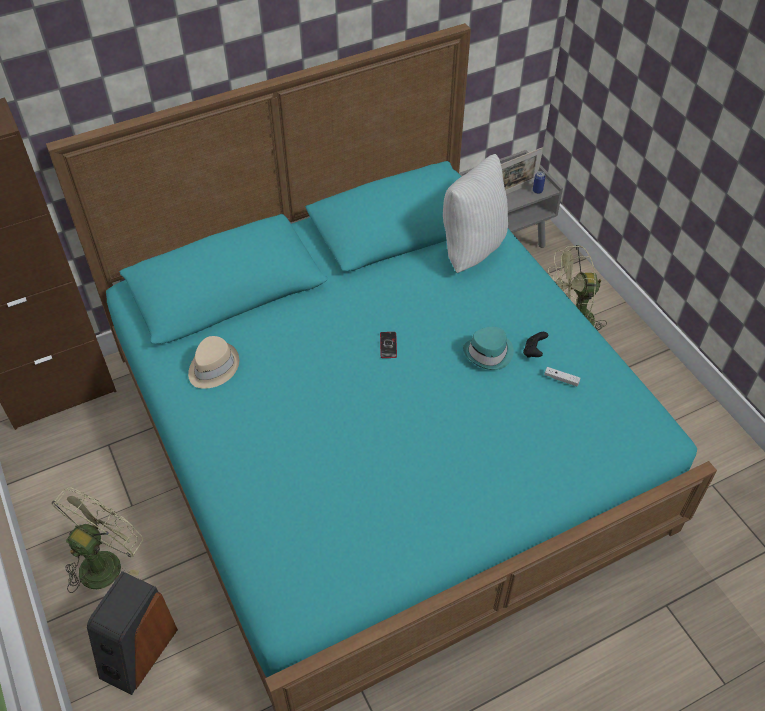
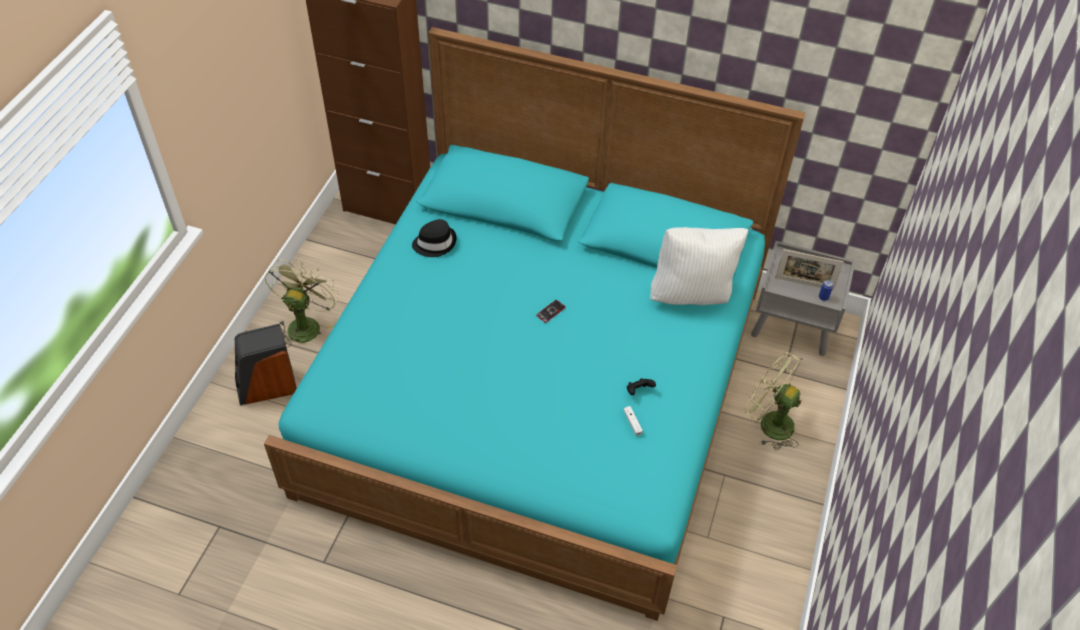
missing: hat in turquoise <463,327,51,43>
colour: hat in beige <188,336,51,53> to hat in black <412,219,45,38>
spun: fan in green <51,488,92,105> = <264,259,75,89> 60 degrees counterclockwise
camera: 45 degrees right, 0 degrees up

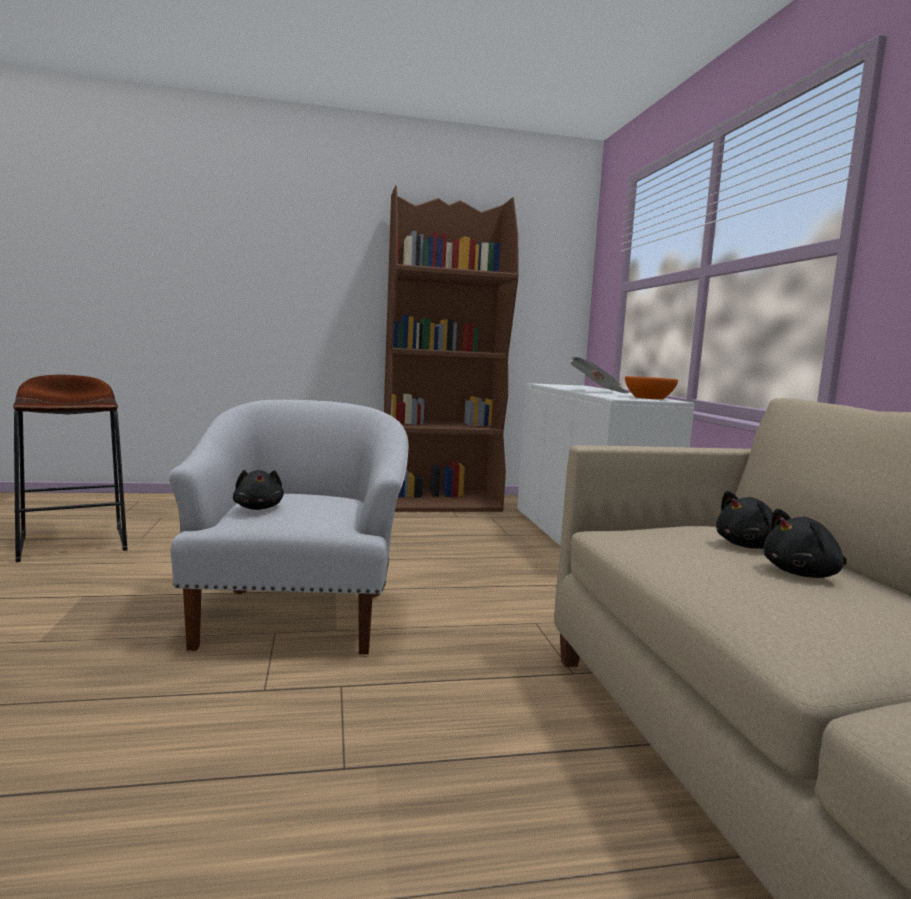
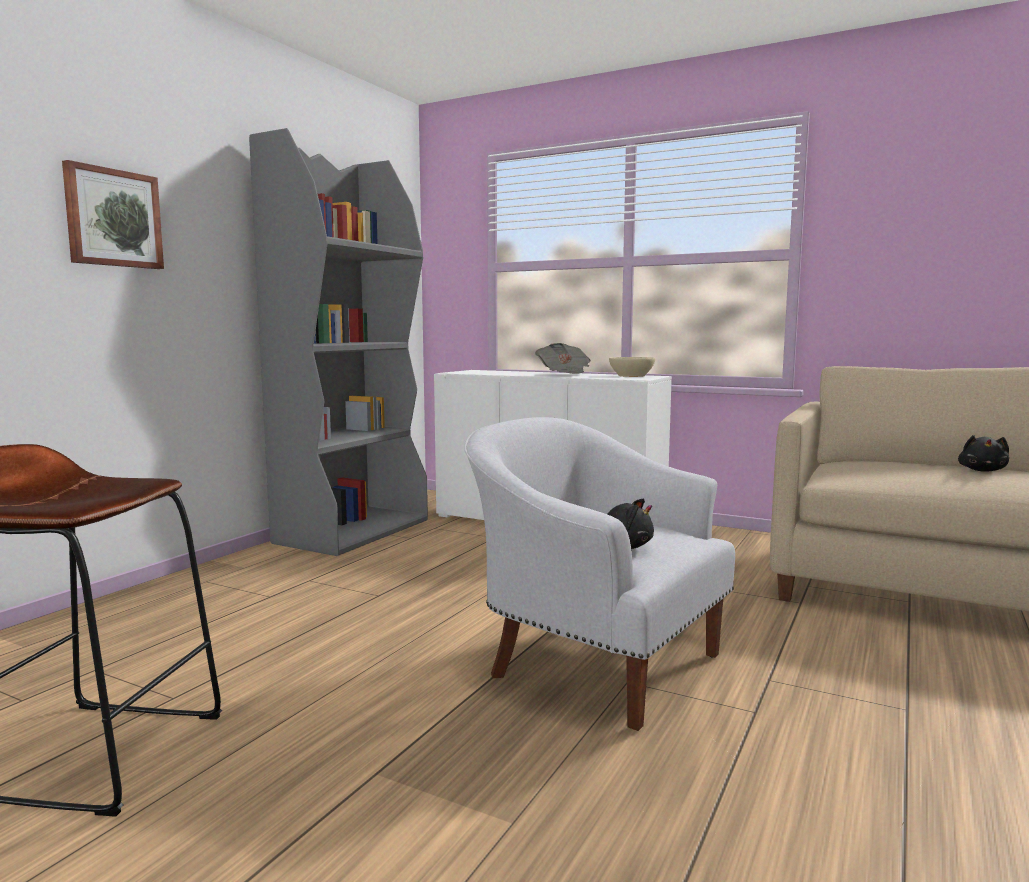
missing: plush toy in black <716,491,57,58>
appeared: picture <62,160,102,109>
colour: bookcase in brown <384,185,135,327> to bookcase in grey <249,128,179,428>; bowl in orange <625,376,53,23> to bowl in beige <609,357,46,20>
camera: 50 degrees left, 0 degrees up

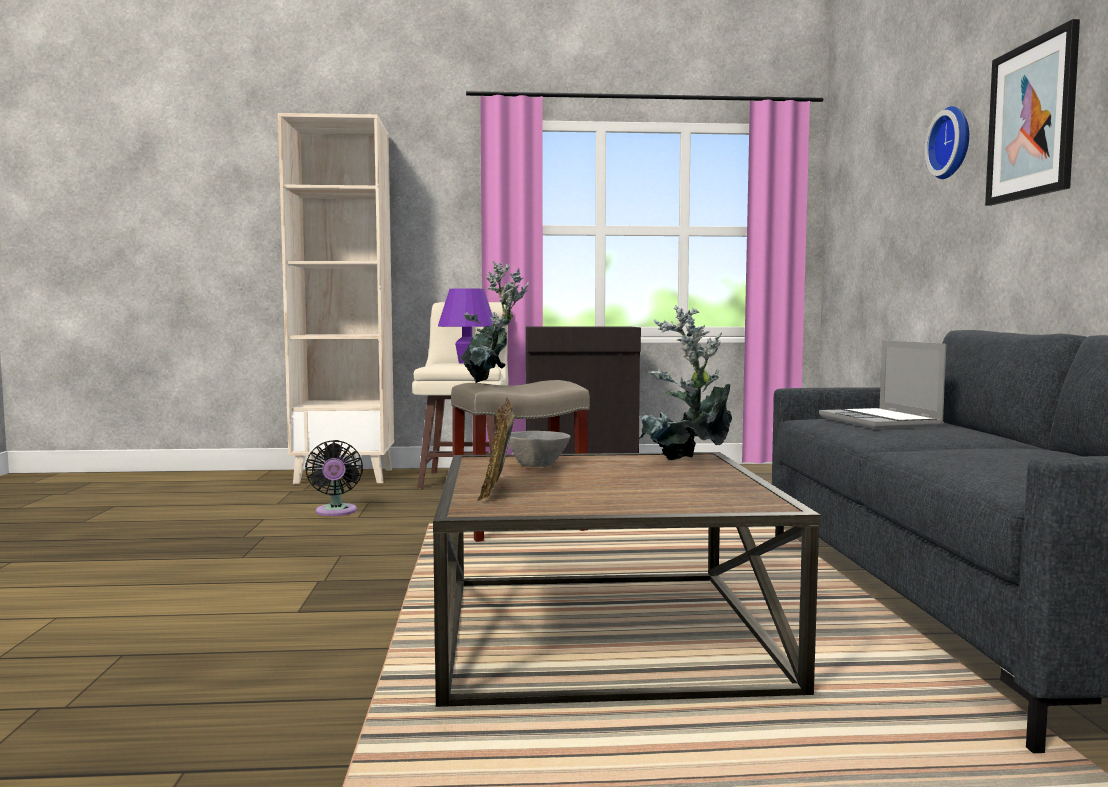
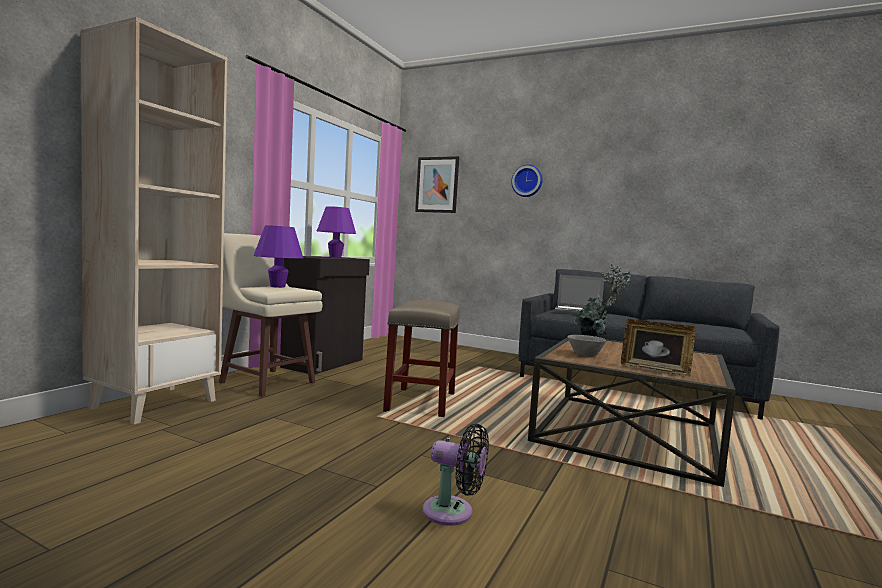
missing: potted plant <459,261,70,122>
appeared: table lamp in purple <317,206,39,51>
relocated: fan in black <305,440,58,76> to <423,424,66,102>; picture <985,19,95,187> to <415,156,44,57>
camera: 60 degrees left, 0 degrees up

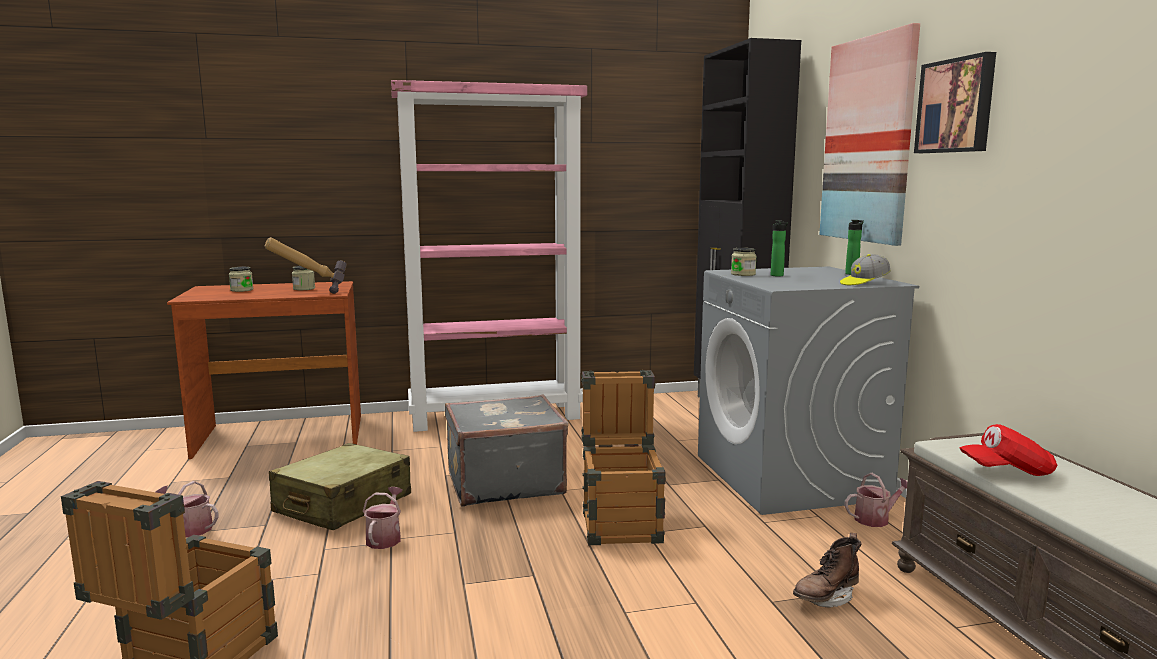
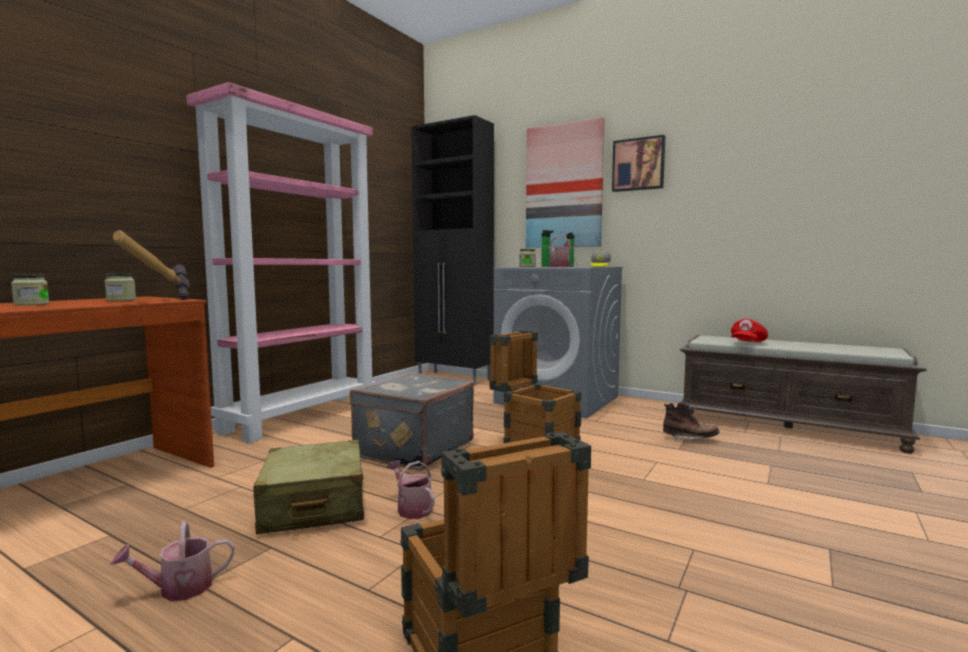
relocated: watering can <845,473,63,54> to <549,236,24,31>
spun: boot in brown <793,533,69,75> = <663,403,56,38> 90 degrees counterclockwise
camera: 45 degrees left, 5 degrees down

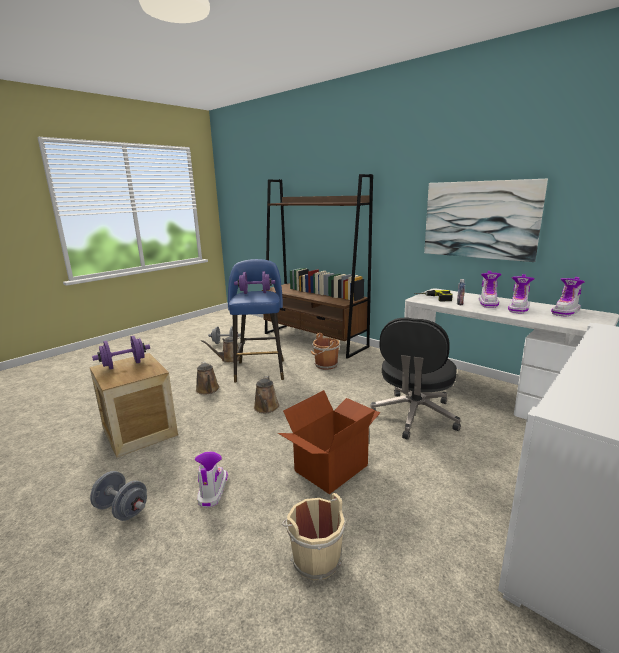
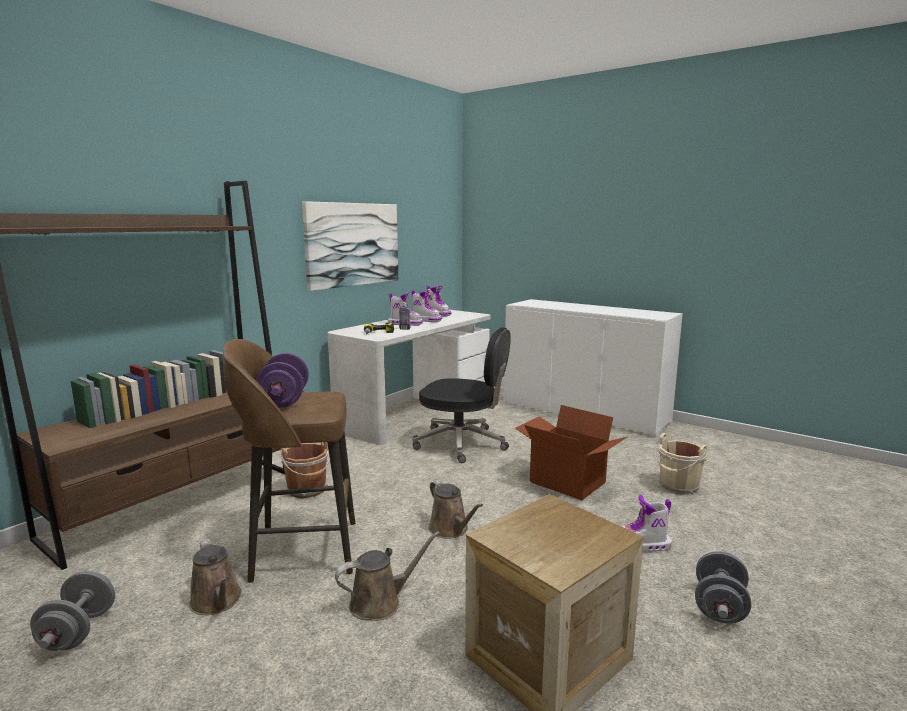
missing: dumbbell in purple <92,336,58,33>
colour: stool in blue <228,259,56,124> to stool in brown <223,339,133,244>
spun: watering can in brown <254,376,25,37> = <429,480,54,59> 60 degrees clockwise
camera: 95 degrees left, 5 degrees down

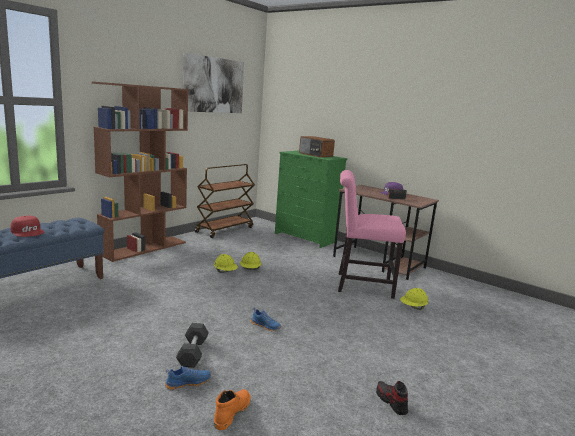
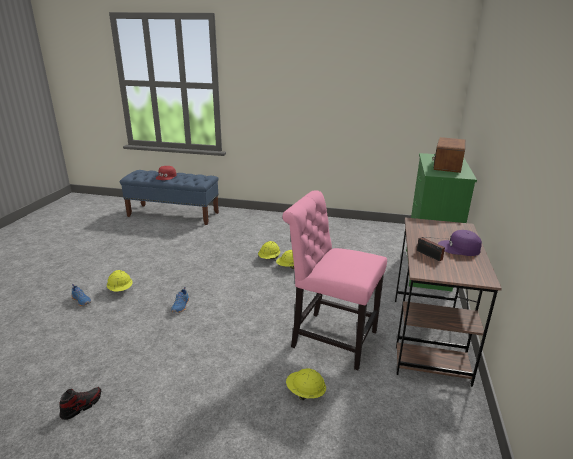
missing: bookcase in brown <92,82,96,180>; picture <183,52,61,61>; cart in brown <195,164,60,74>; boot in orange <214,389,37,41>
exchanged: dumbbell in grey <176,323,33,45> to hard hat in yellow <107,270,26,22>
spun: chair in pink <338,170,68,129> = <282,190,105,180> 45 degrees counterclockwise
camera: 65 degrees right, 10 degrees up

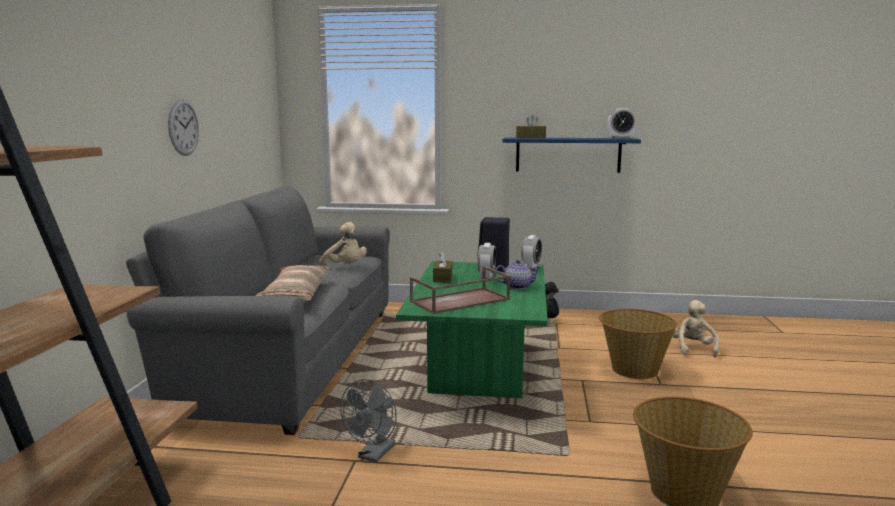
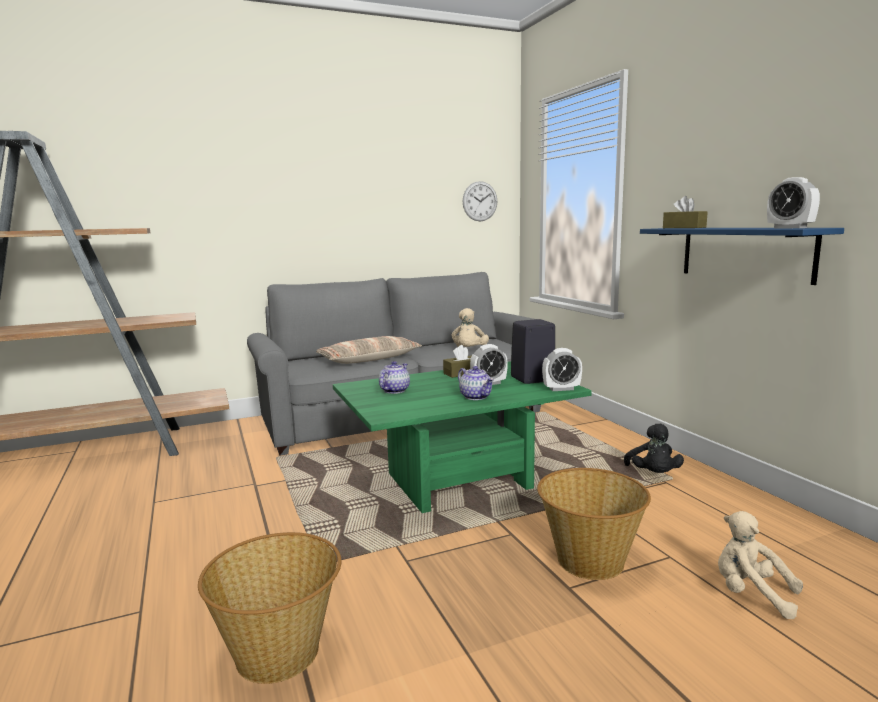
missing: fan in grey <340,379,57,83>
relocated: wall clock <168,99,31,57> to <463,181,34,40>
exchanged: tray in brown <410,266,101,48> to teapot <379,361,31,33>
spun: plush toy in beige <672,300,48,58> = <718,511,85,108> 120 degrees counterclockwise
camera: 60 degrees right, 0 degrees up

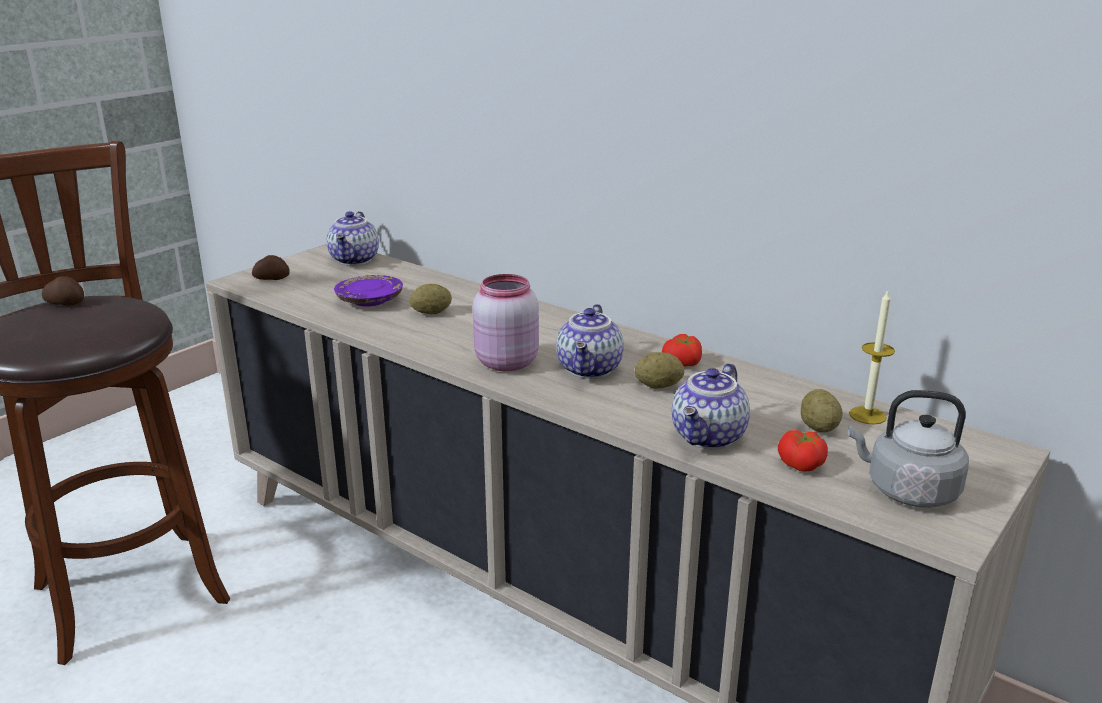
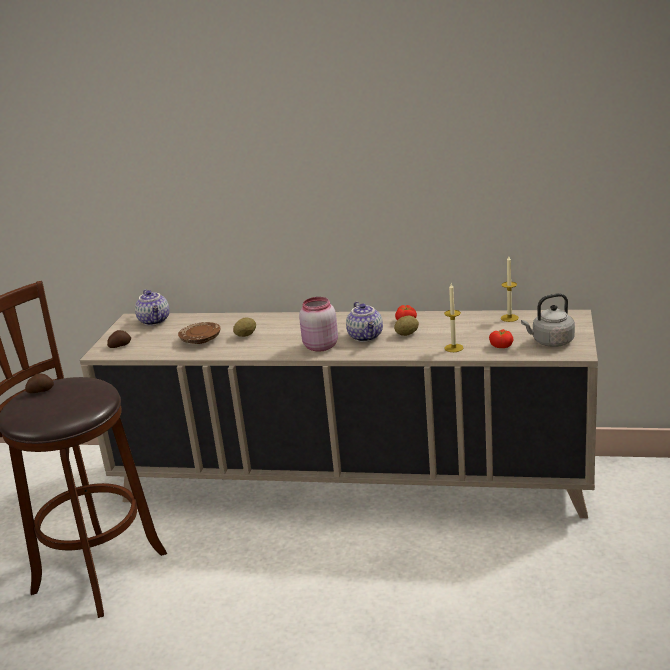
missing: potato <801,389,42,43>
exchanged: teapot <672,363,78,87> to candle <444,284,19,68>
colour: plate in purple <334,275,69,32> to plate in brown <178,322,42,22>
camera: 25 degrees left, 0 degrees up

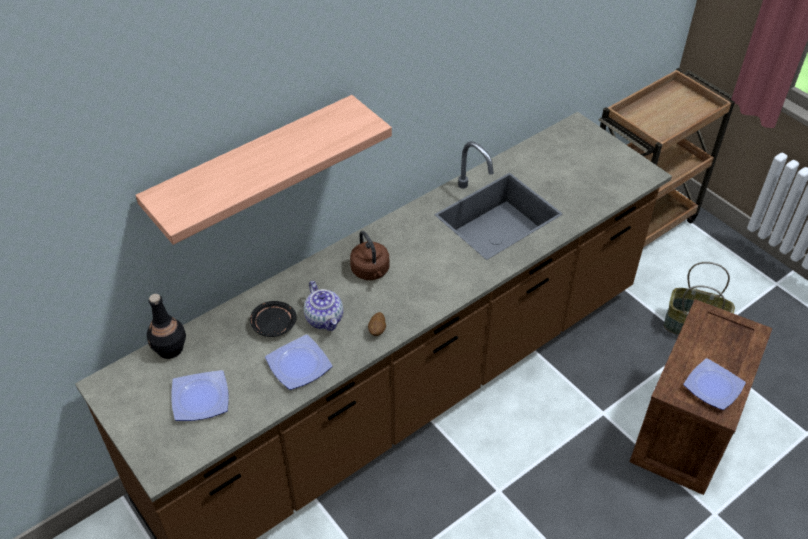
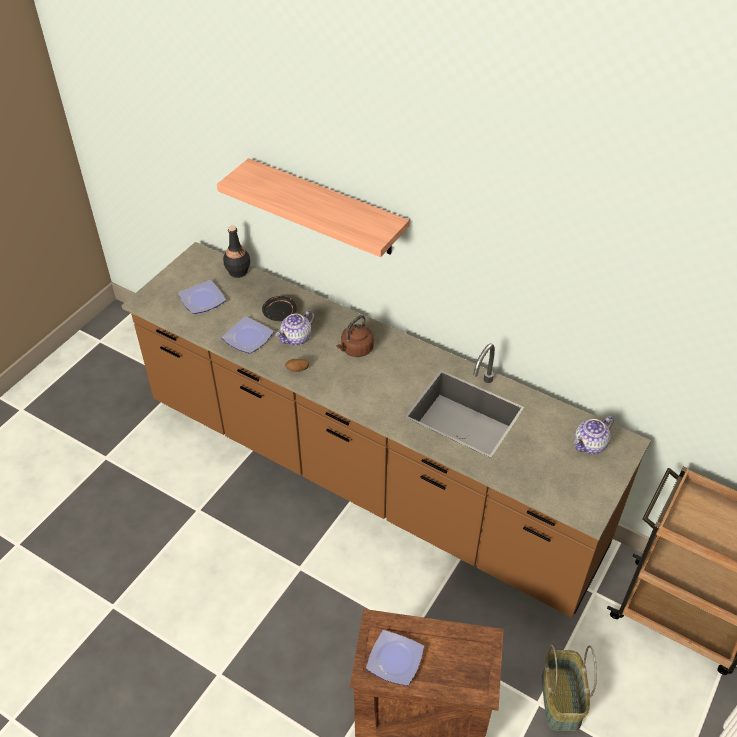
appeared: teapot <573,416,41,38>
camera: 70 degrees right, 0 degrees up

